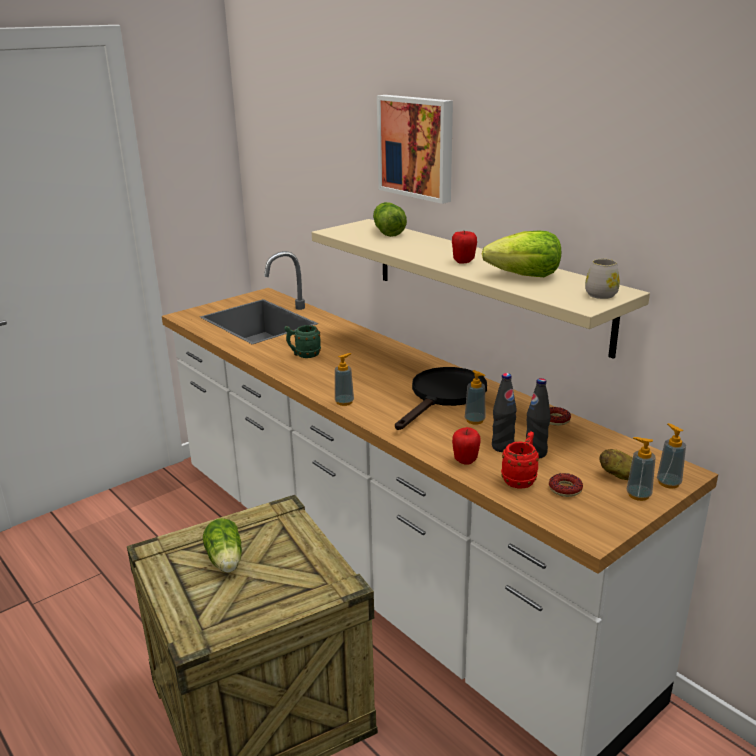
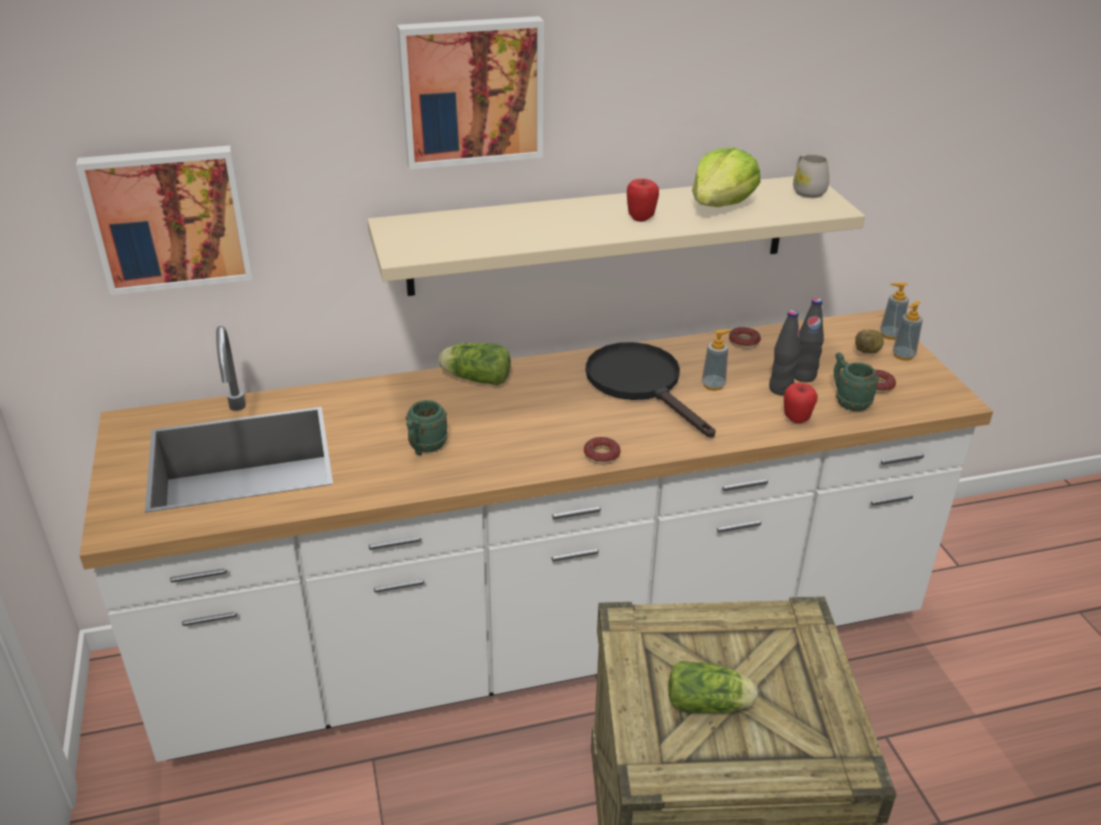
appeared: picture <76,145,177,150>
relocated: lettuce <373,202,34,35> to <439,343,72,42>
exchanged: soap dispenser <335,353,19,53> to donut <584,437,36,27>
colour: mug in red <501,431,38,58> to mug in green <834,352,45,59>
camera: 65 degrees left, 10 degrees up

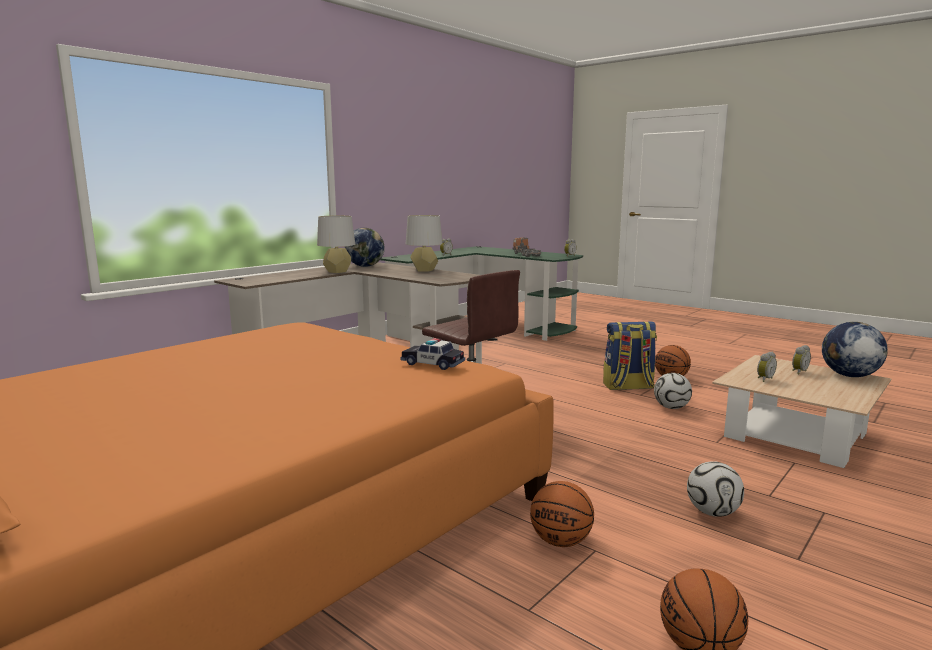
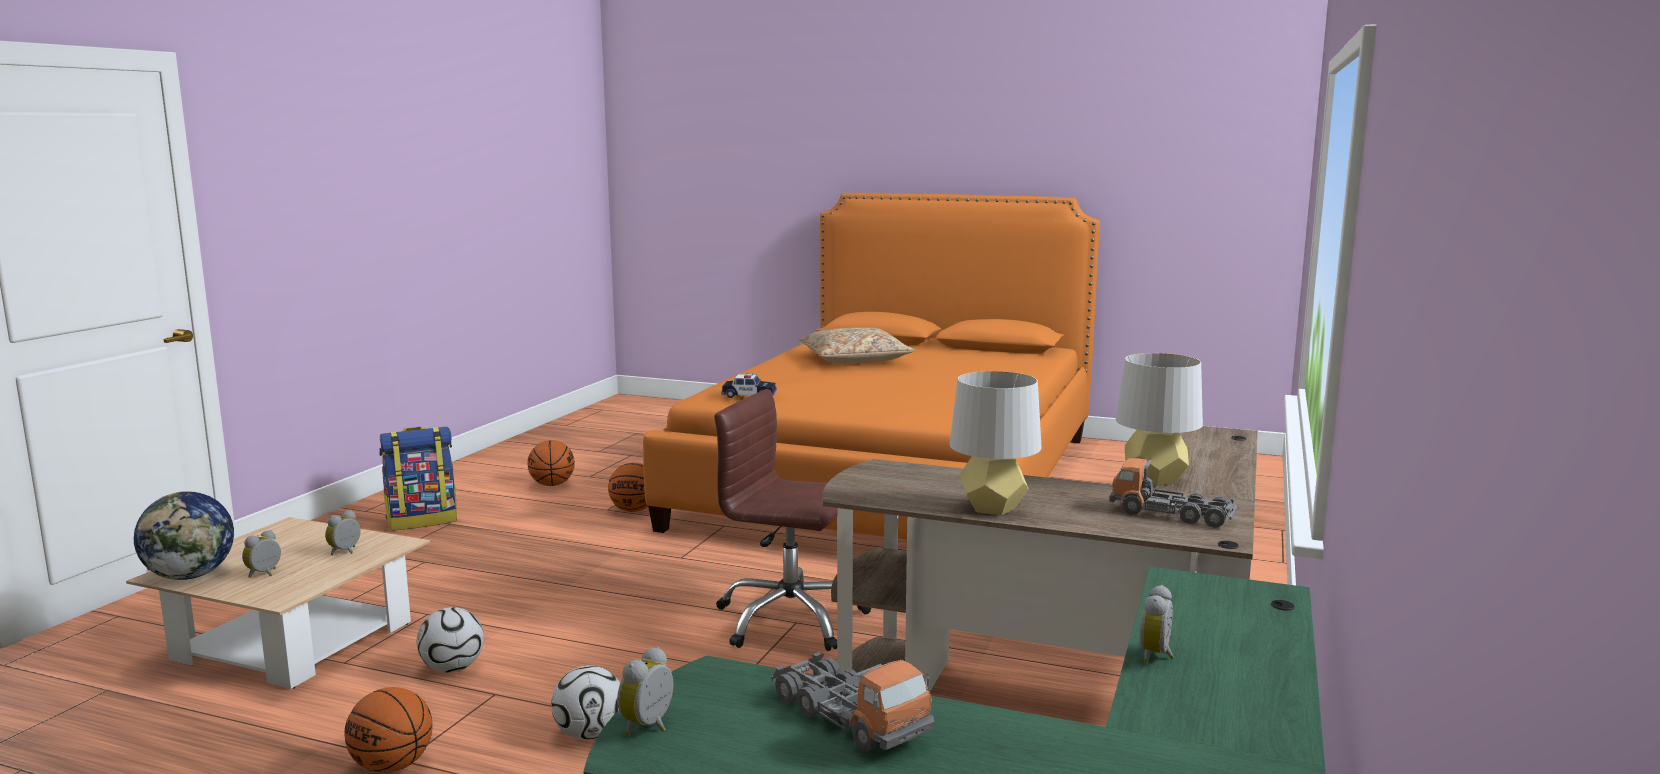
appeared: pillow in beige <799,327,116,37>
relocated: backpack <603,321,54,69> to <379,427,78,104>; football <687,462,57,55> to <551,665,69,75>
exchanged: globe <345,228,40,39> to toy truck <1109,458,128,70>
camera: 160 degrees right, 0 degrees up

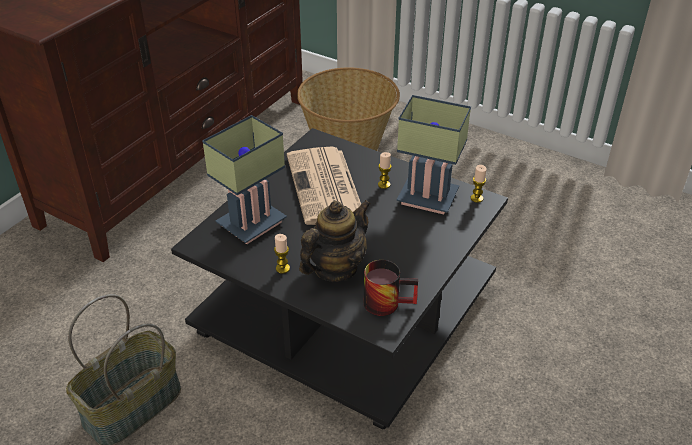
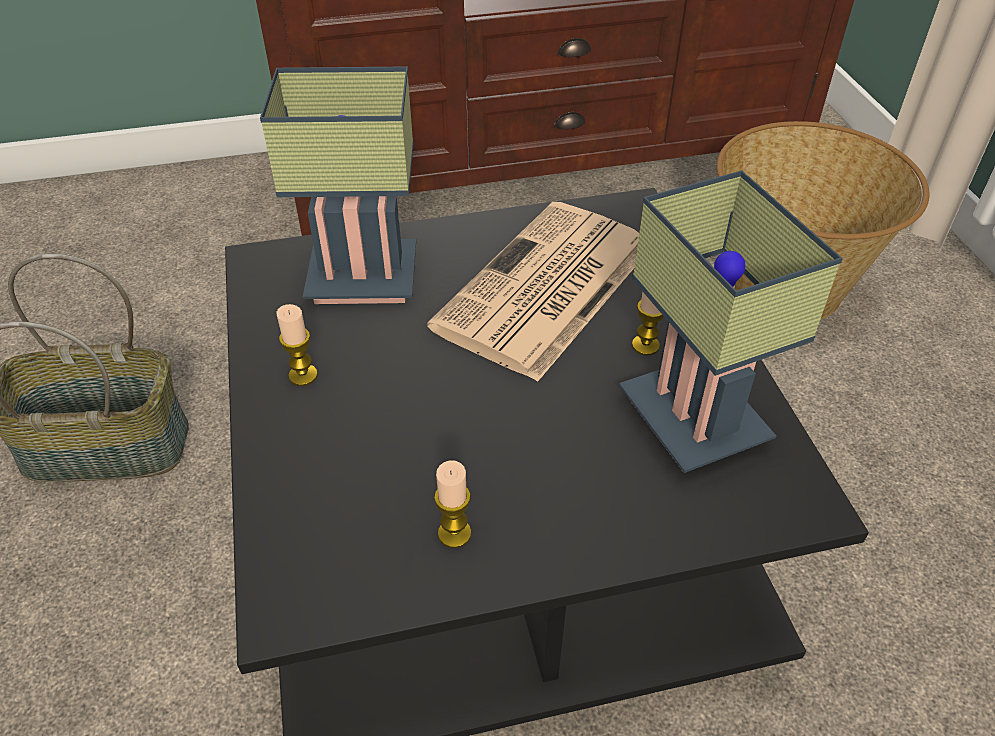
missing: teapot <299,200,71,82>; mug <364,260,54,56>
relocated: candle <471,165,16,38> to <434,460,38,88>
camera: 45 degrees right, 5 degrees up

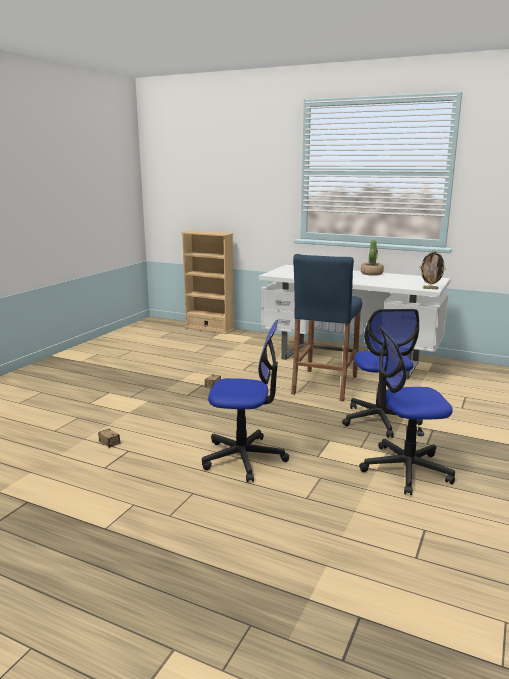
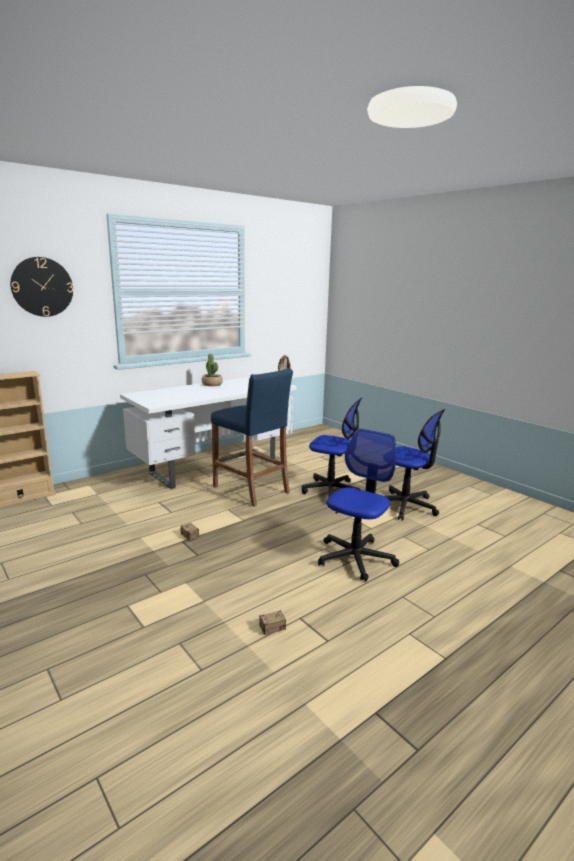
appeared: wall clock <10,257,63,60>
spun: office chair <359,326,96,169> = <385,409,60,112> 75 degrees counterclockwise
camera: 65 degrees left, 0 degrees up

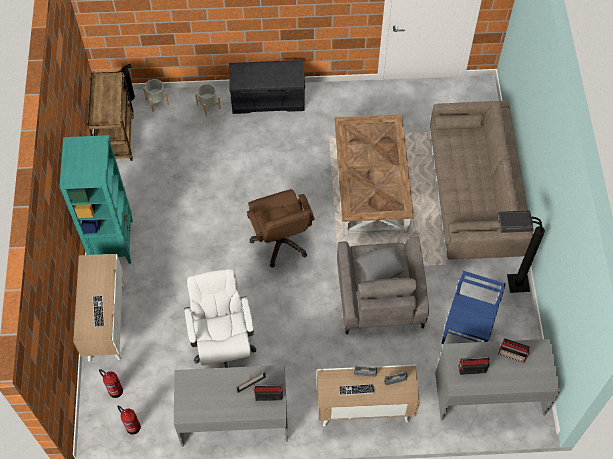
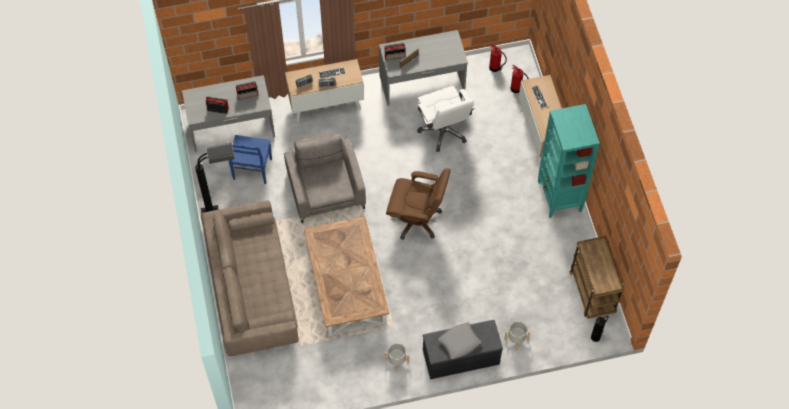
relocated: planter in grey <143,79,26,33> to <385,343,24,30>; pillow in grey <357,247,48,34> to <438,322,44,37>
spun: office chair in brown <247,189,68,78> = <386,168,65,72> 135 degrees clockwise
camera: 170 degrees right, 0 degrees up

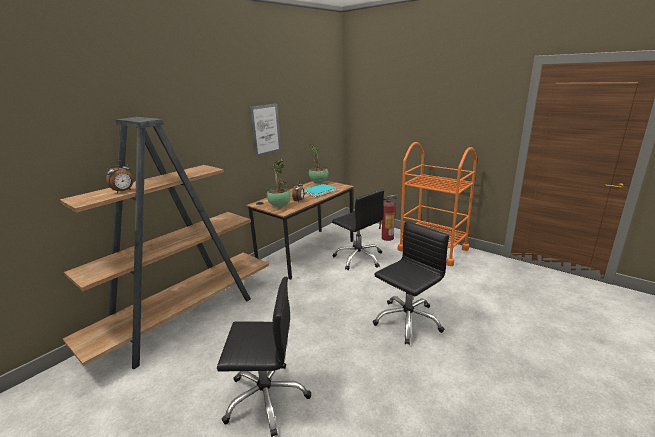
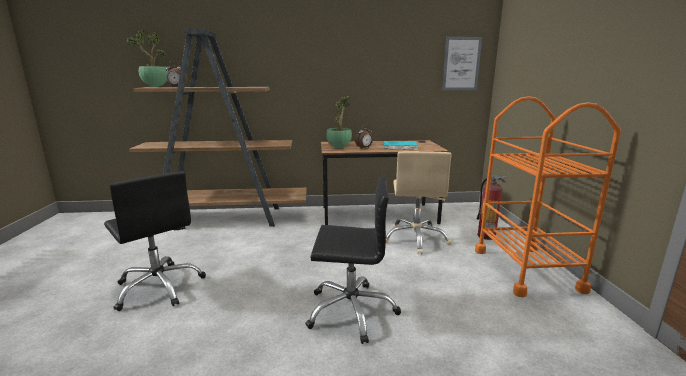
relocated: picture <250,104,31,53> to <442,37,40,53>; potted plant <309,144,19,39> to <127,30,41,57>
colour: office chair in black <332,189,52,81> to office chair in beige <386,151,66,103>
camera: 45 degrees right, 5 degrees down

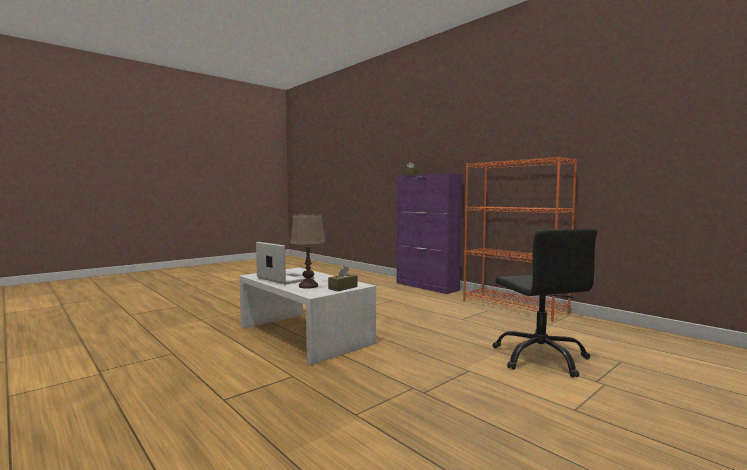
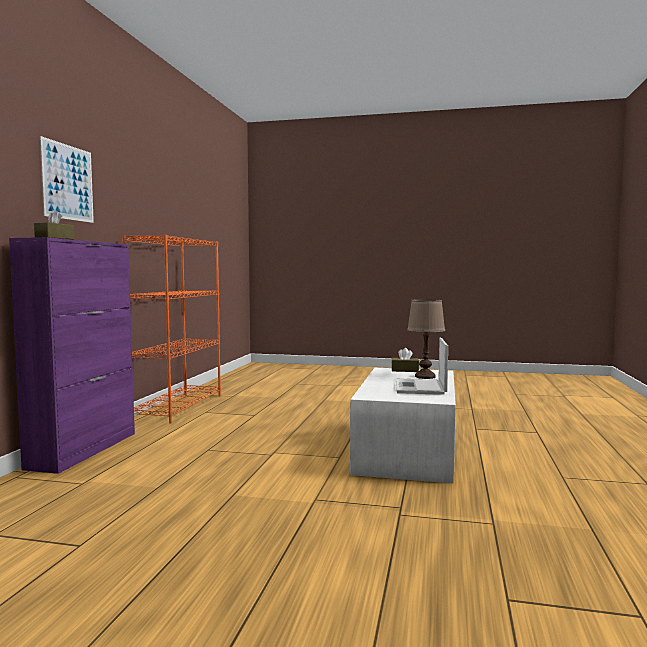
missing: office chair in black <492,229,105,149>
appeared: picture <40,136,54,87>
camera: 125 degrees left, 0 degrees up

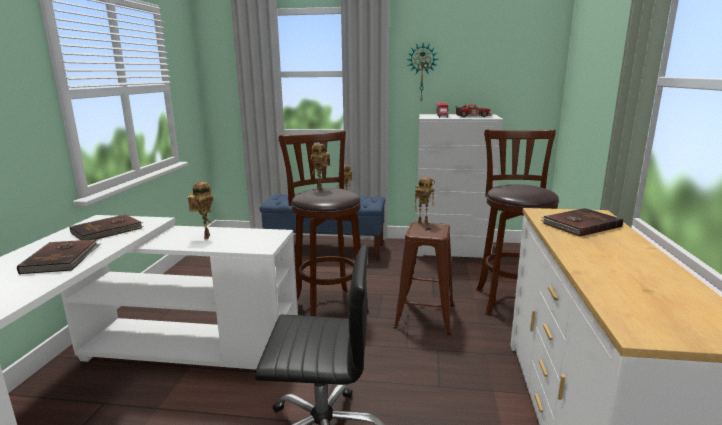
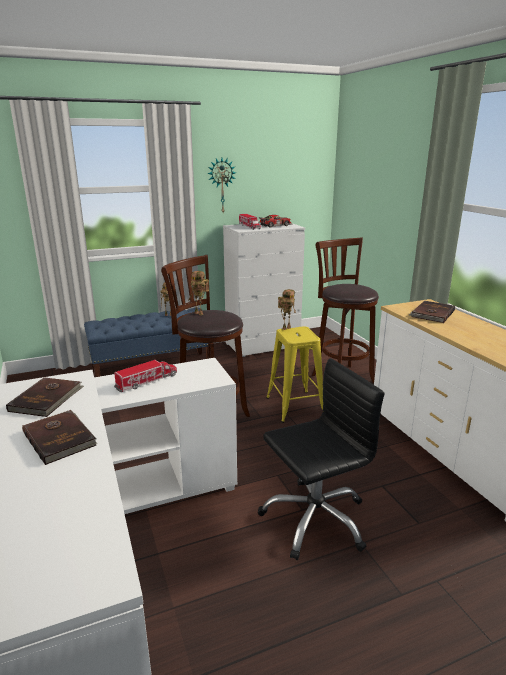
exchanged: toy robot <188,182,25,57> to toy truck <114,360,63,32>
colour: stool in brown <394,222,60,113> to stool in yellow <266,326,57,97>
camera: 30 degrees left, 5 degrees up

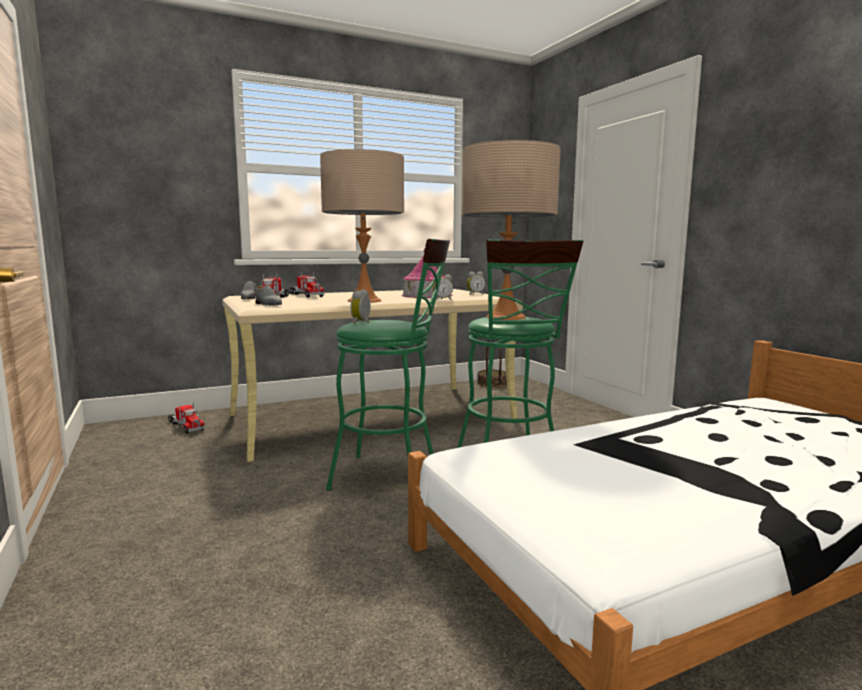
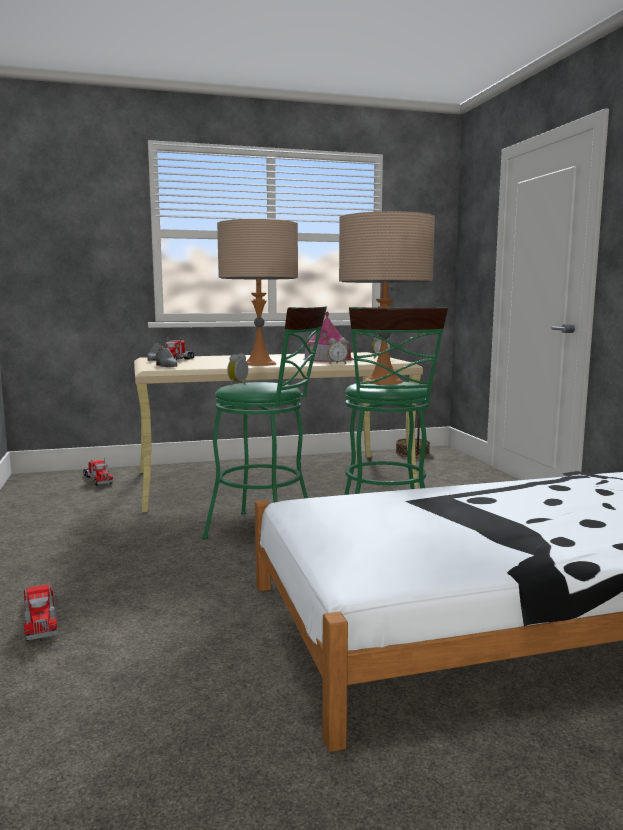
relocated: toy truck <289,272,36,25> to <24,584,33,57>
camera: 10 degrees right, 0 degrees up

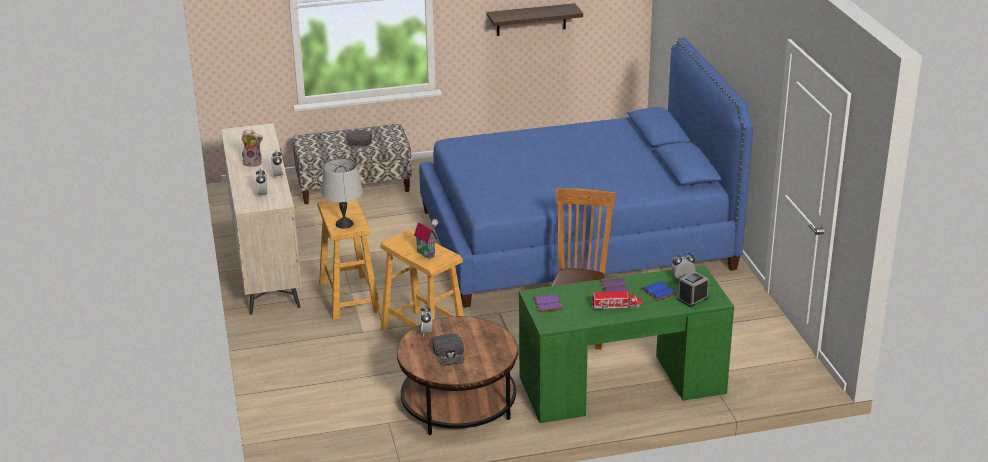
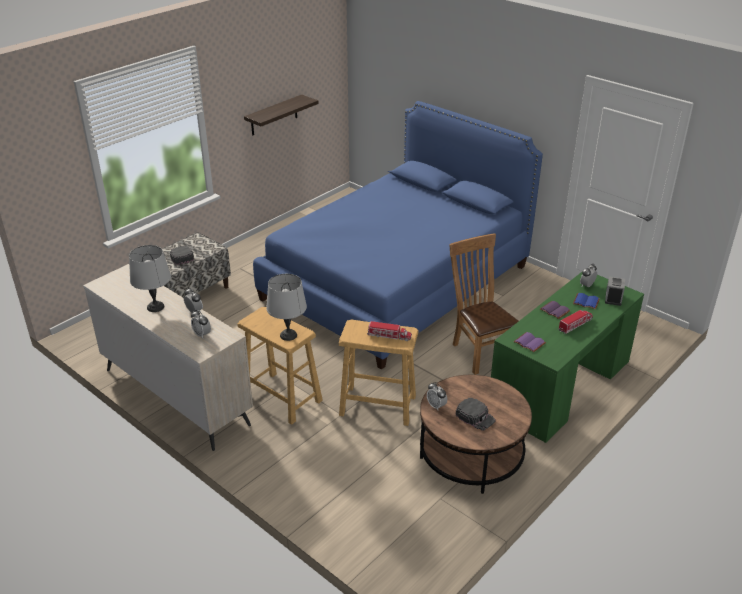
exchanged: plush toy <241,130,22,37> to table lamp in grey <129,245,42,67>; toy house <414,219,24,40> to toy truck <367,321,45,20>
camera: 35 degrees left, 5 degrees up

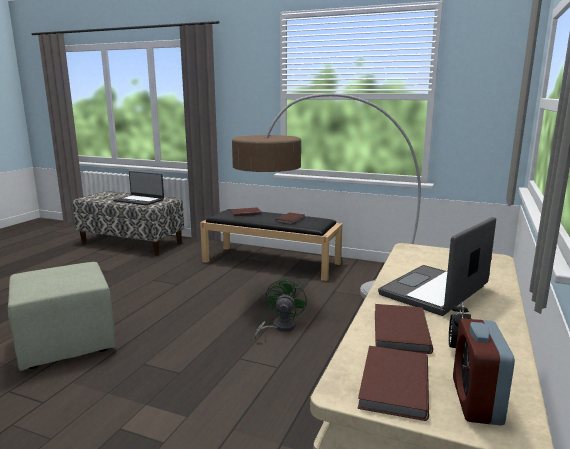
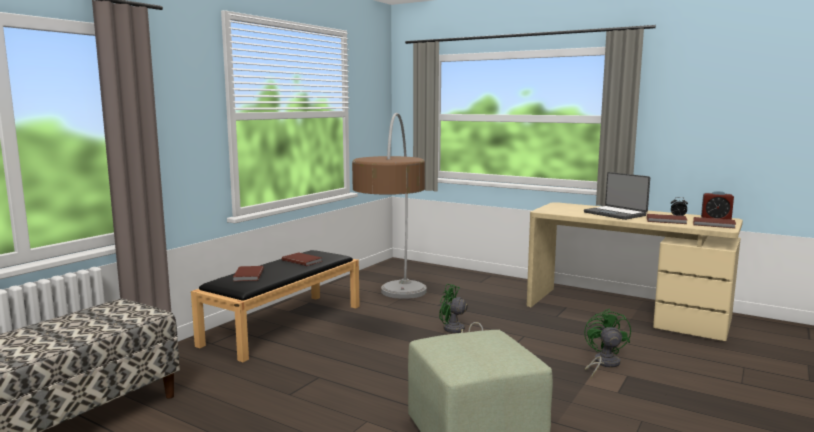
missing: laptop <113,171,51,34>
appeared: fan in green <584,309,47,70>
camera: 80 degrees left, 5 degrees down

